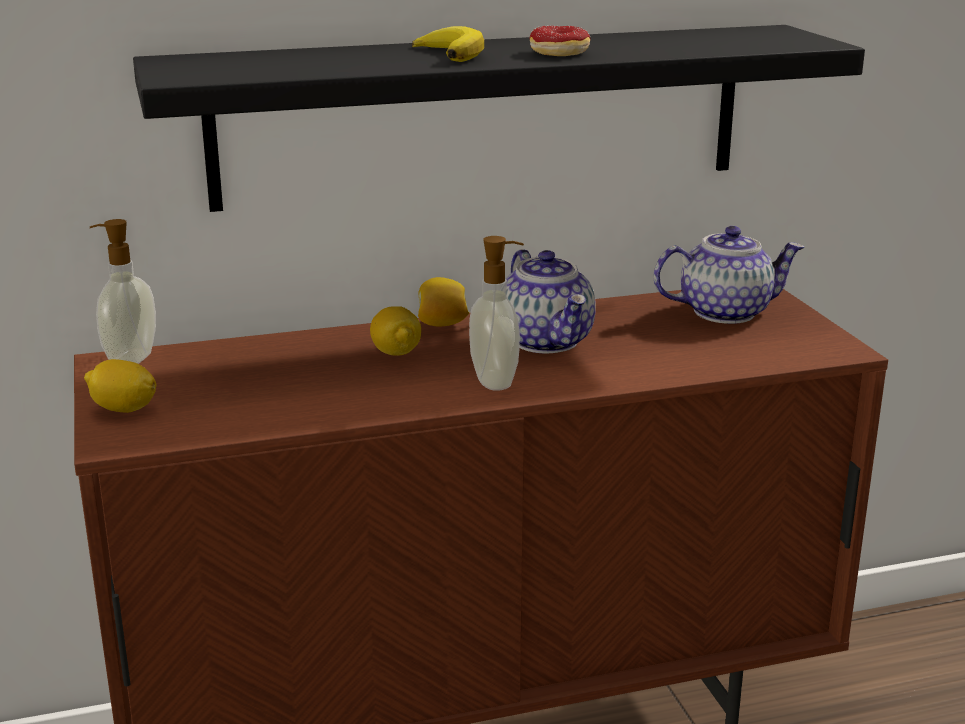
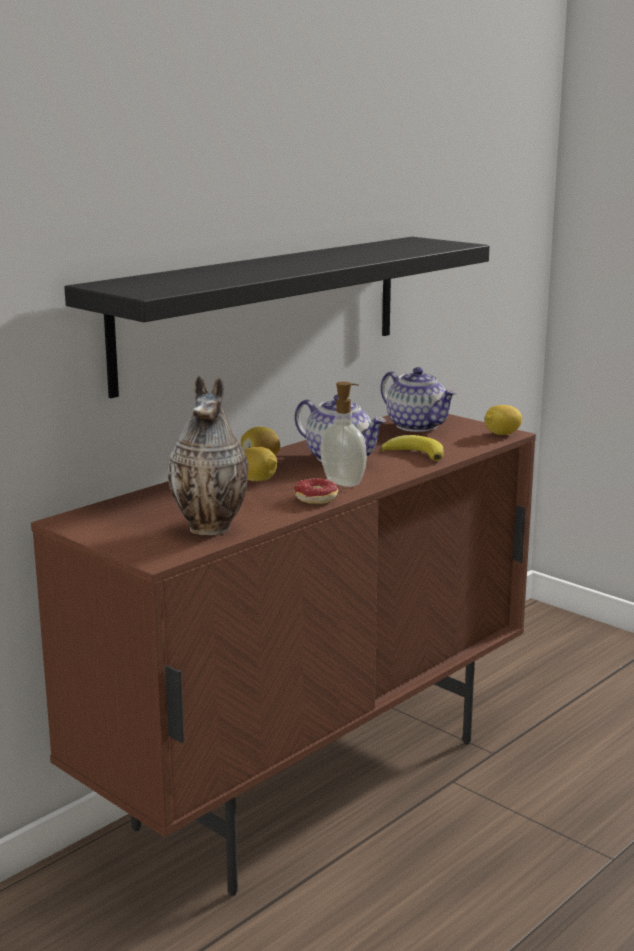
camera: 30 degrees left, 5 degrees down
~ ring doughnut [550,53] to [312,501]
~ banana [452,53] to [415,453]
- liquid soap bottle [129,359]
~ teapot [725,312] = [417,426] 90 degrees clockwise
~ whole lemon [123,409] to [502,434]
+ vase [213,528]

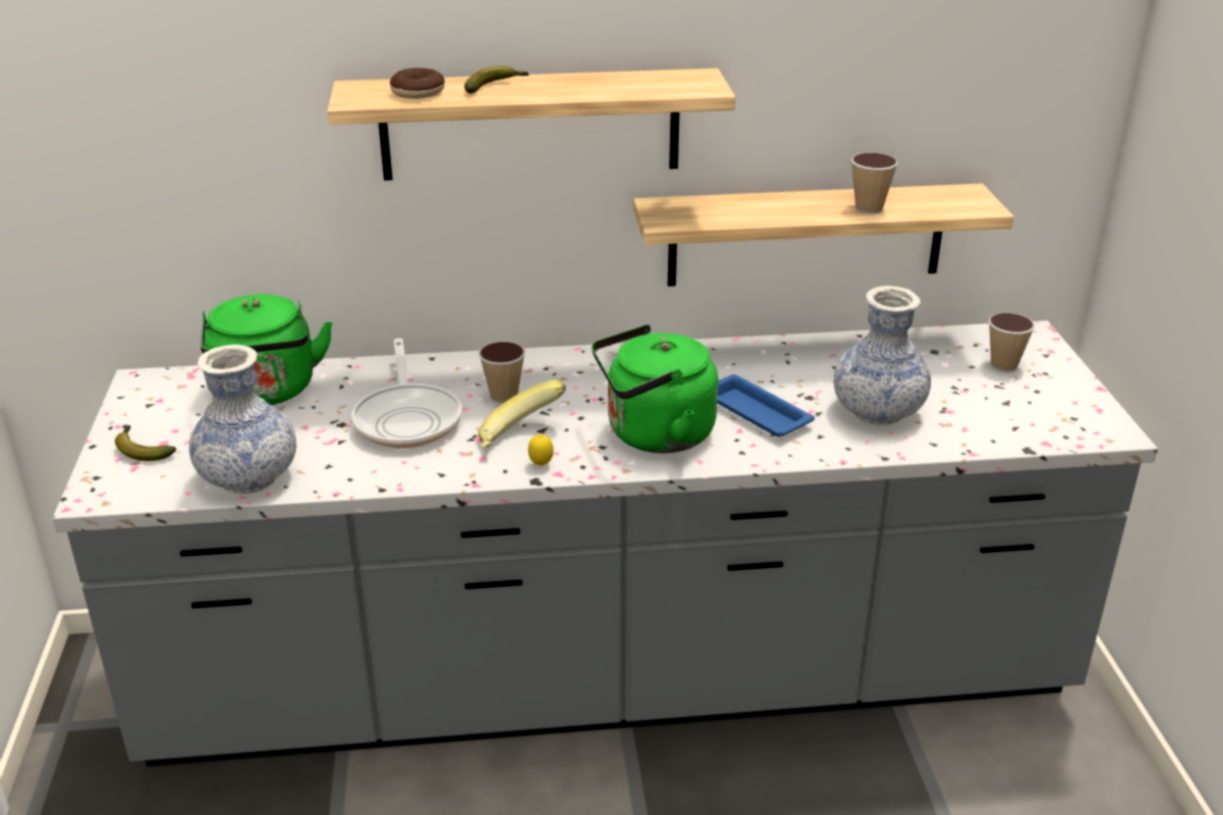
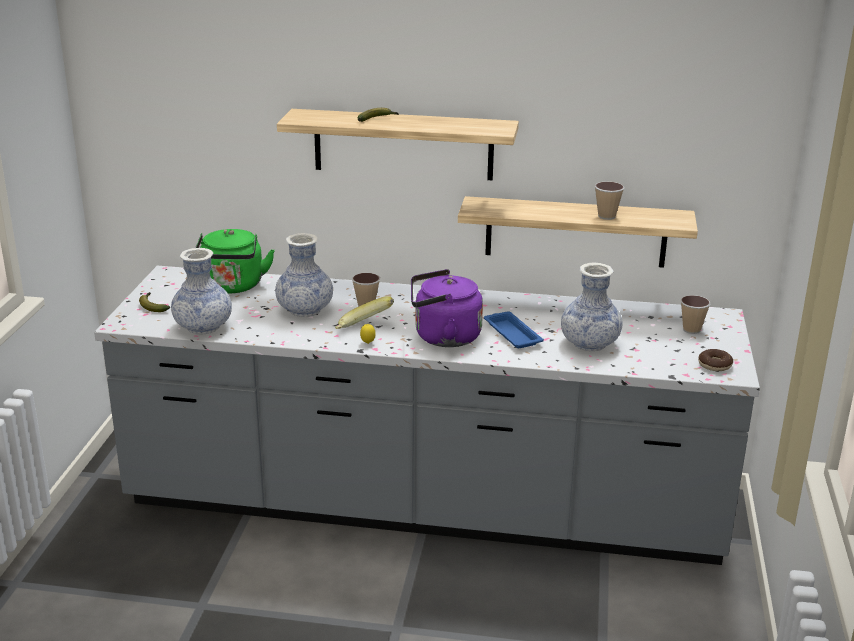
camera: 15 degrees right, 5 degrees down
~ ring doughnut [418,93] to [715,365]
~ tea kettle (green-coloured) [654,435] to tea kettle (purplish) [443,337]
~ frying pan [408,418] to vase [305,310]

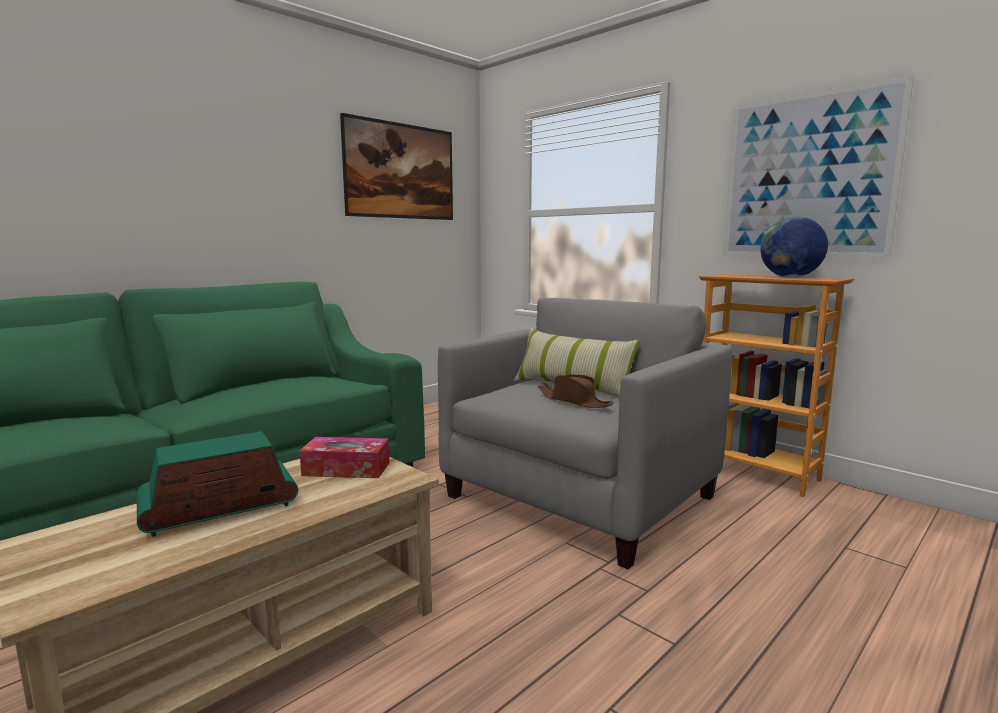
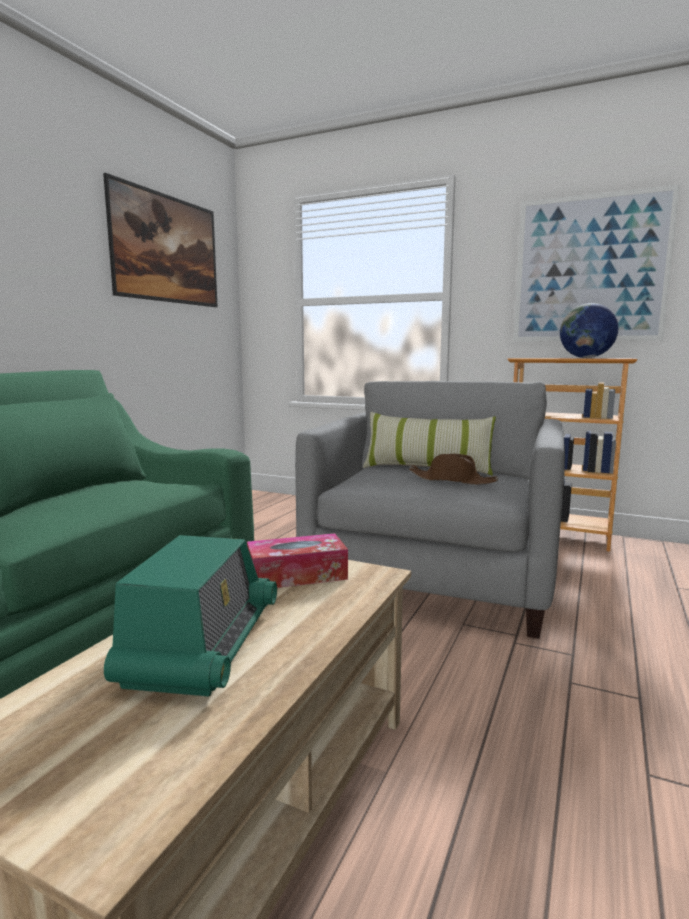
camera: 20 degrees left, 0 degrees up
~ radio [220,508] = [202,645] 150 degrees clockwise

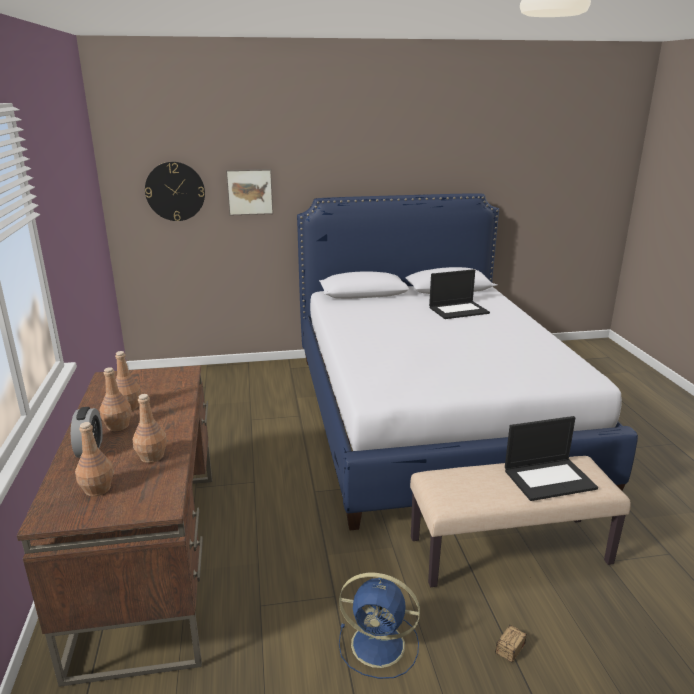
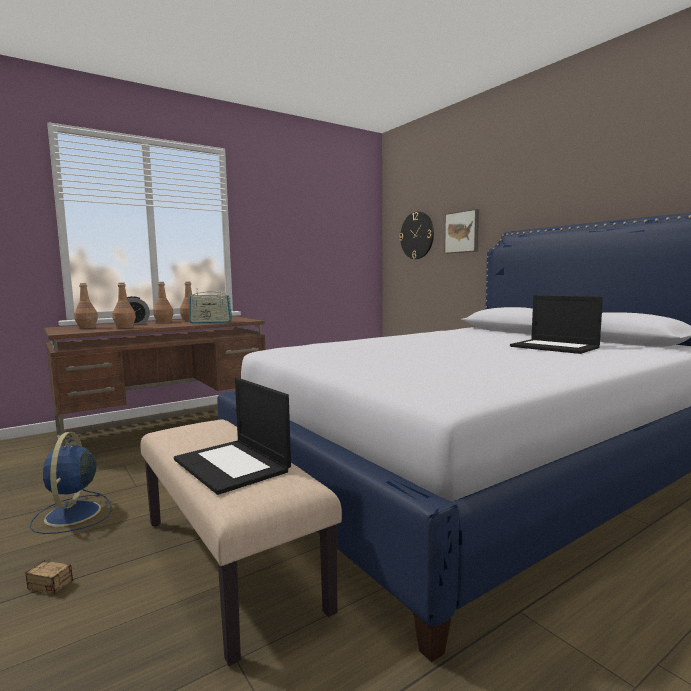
camera: 65 degrees right, 15 degrees down
+ radio [211,322]

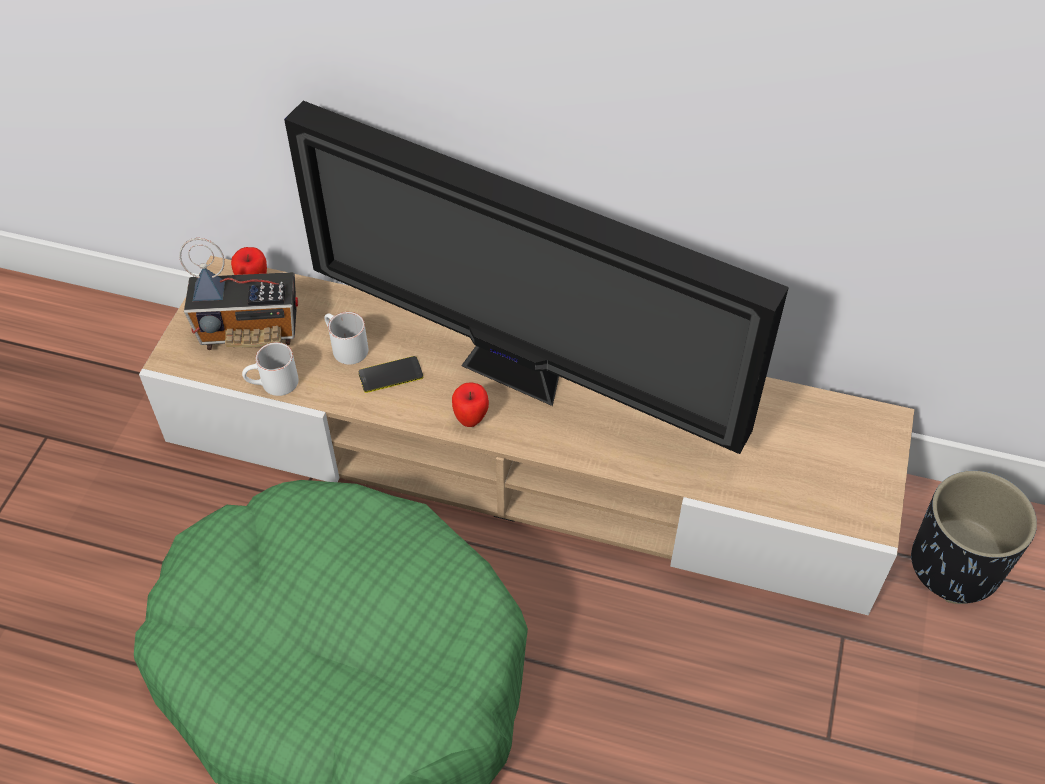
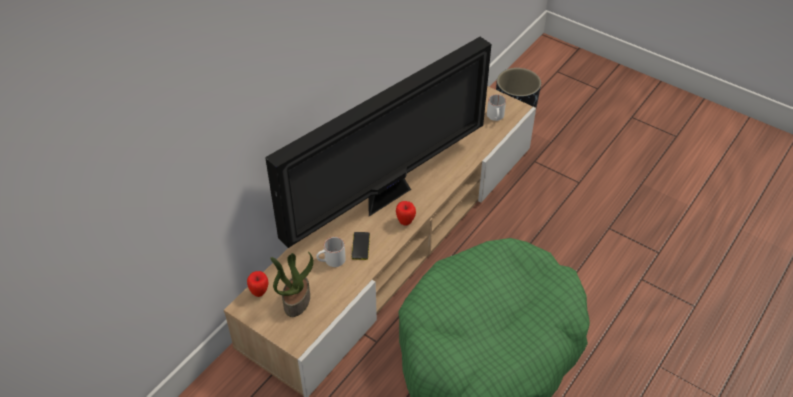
camera: 70 degrees left, 5 degrees down
~ radio [251,331] to potted plant [296,300]
~ mug (white) [273,385] to [496,117]

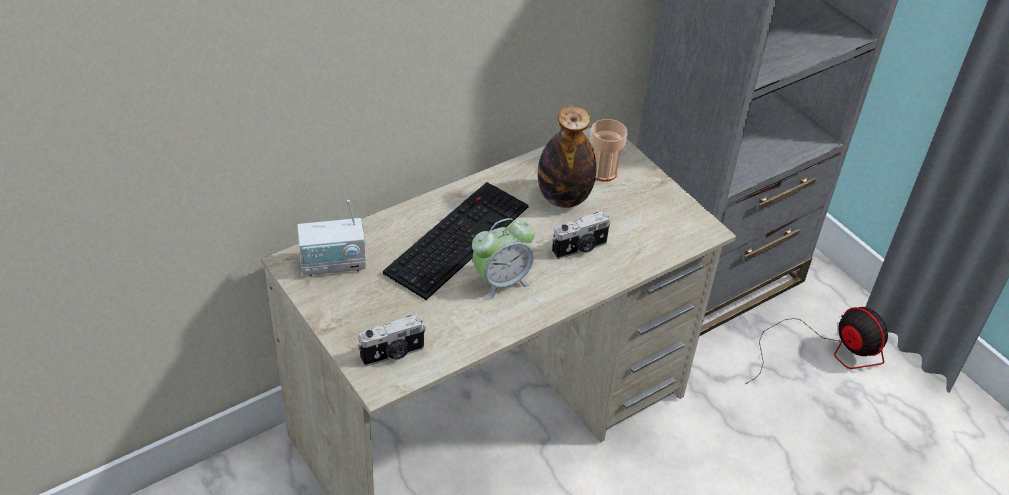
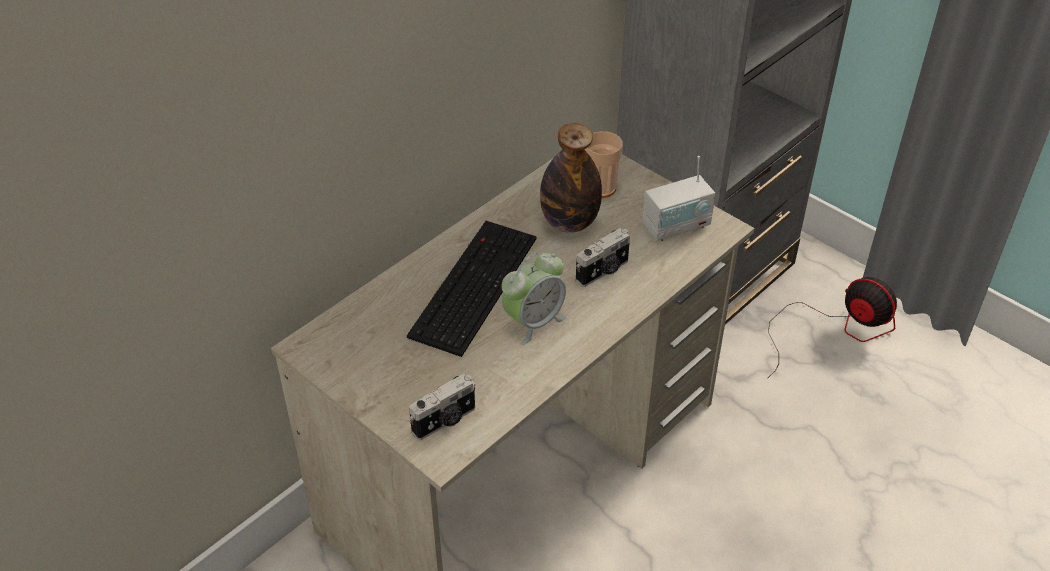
camera: 10 degrees left, 0 degrees up
~ radio [333,264] to [676,226]

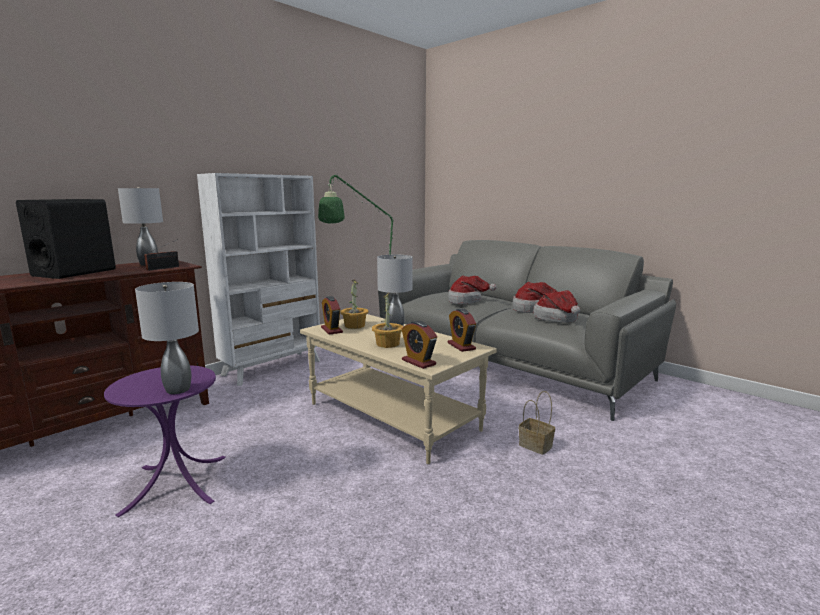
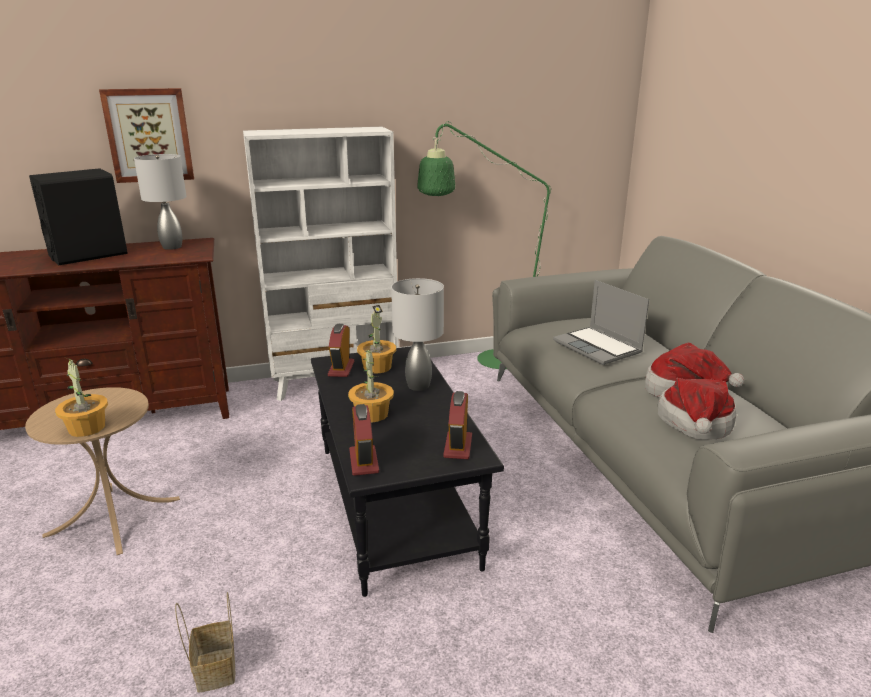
camera: 30 degrees right, 10 degrees up
- radio [165,268]
~ wearable hat [467,300] to laptop [598,347]
~ tabletop lamp (gray) [177,390] to potted plant [86,428]
~ lounge table (sand-coloured) [394,416] to lounge table (black) [397,504]
~ side table (purplish) [176,483] to side table (sand-coloured) [114,516]
~ household basket [534,445] to [214,668]
+ wall picture [149,135]

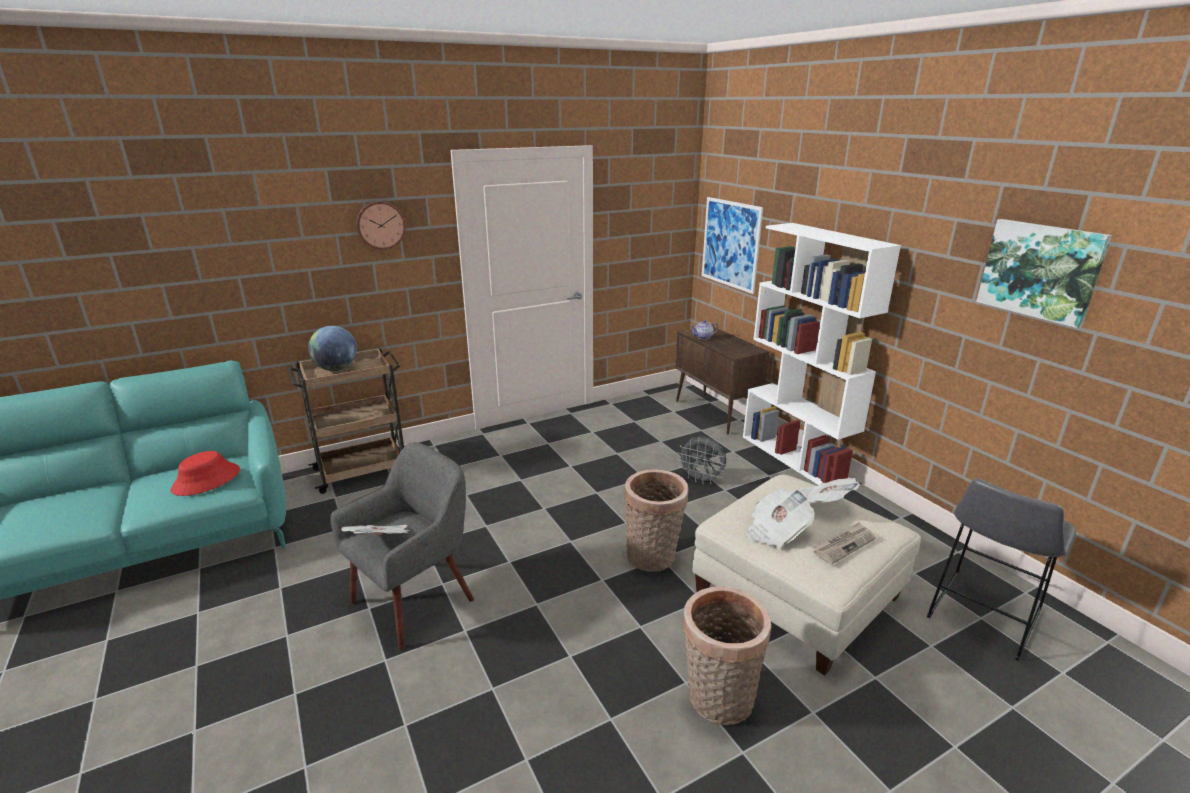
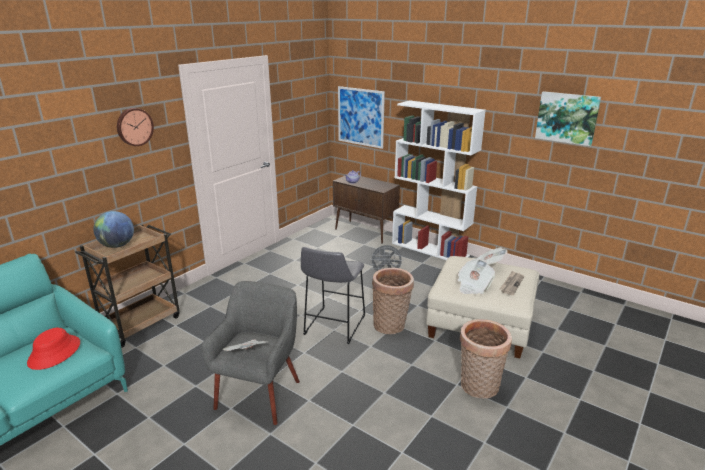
camera: 25 degrees left, 0 degrees up
~ stool seat (gray) [980,617] to [333,327]

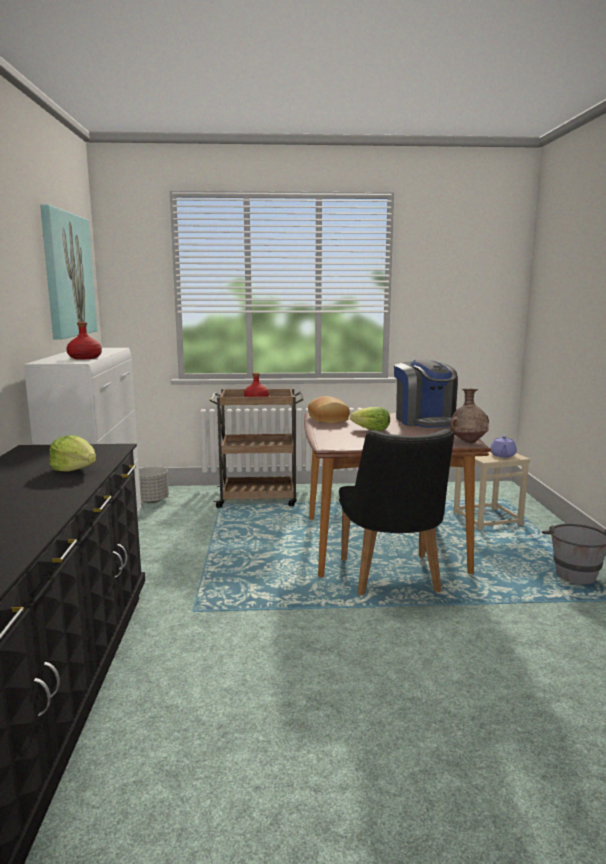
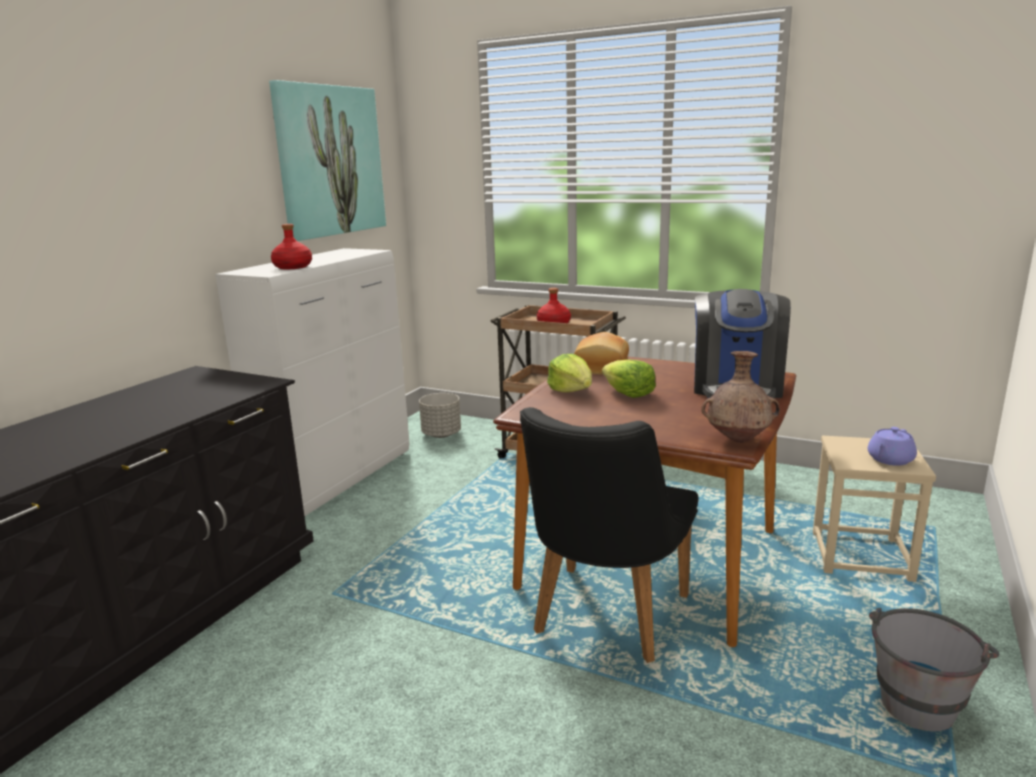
camera: 30 degrees right, 5 degrees up
~ lettuce [75,469] to [571,390]

